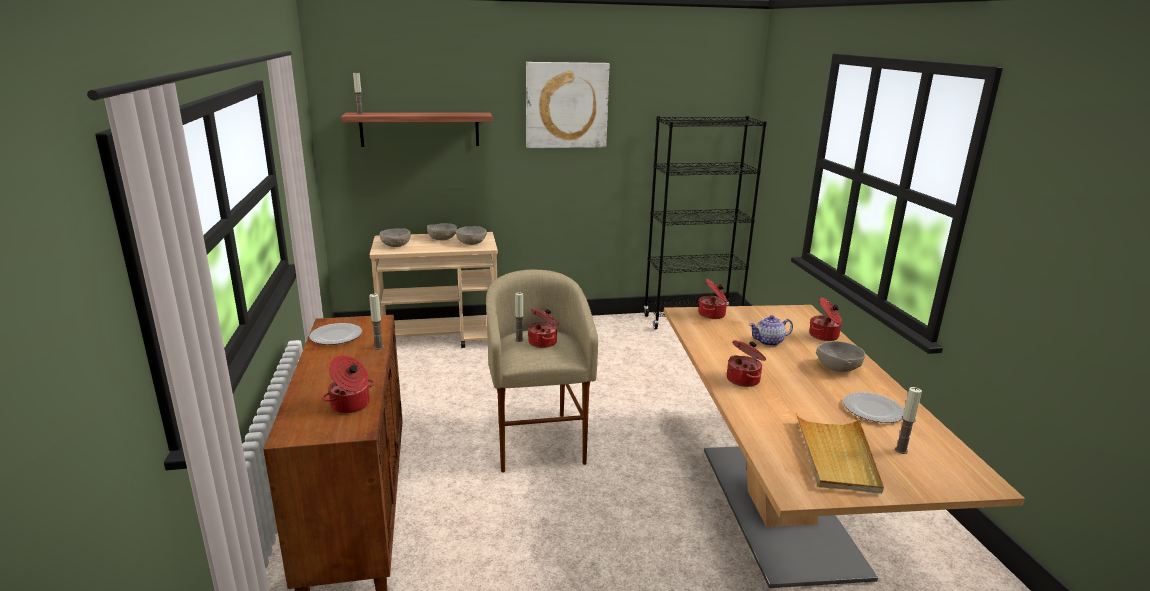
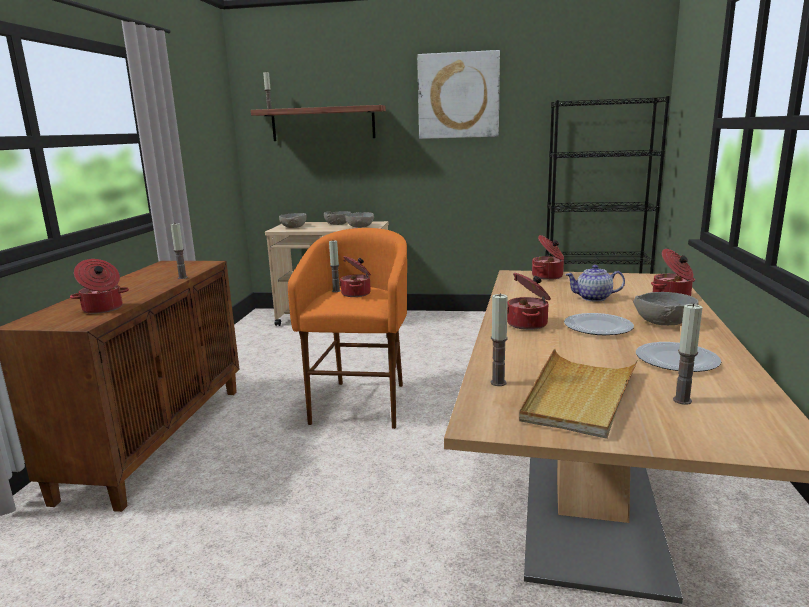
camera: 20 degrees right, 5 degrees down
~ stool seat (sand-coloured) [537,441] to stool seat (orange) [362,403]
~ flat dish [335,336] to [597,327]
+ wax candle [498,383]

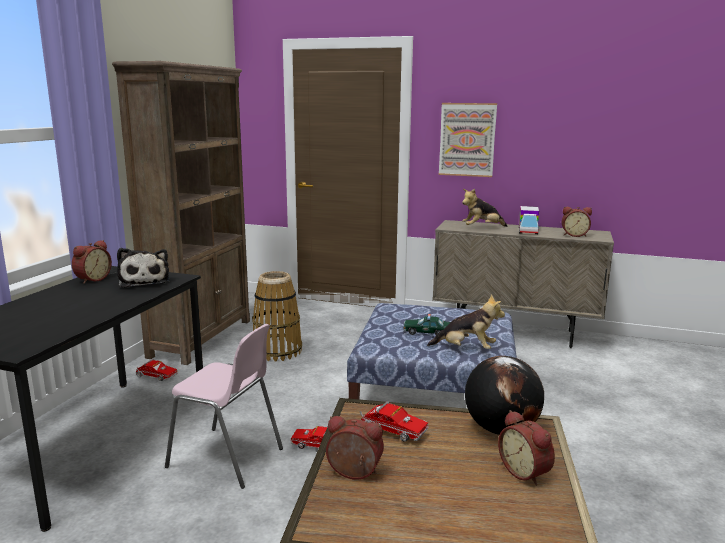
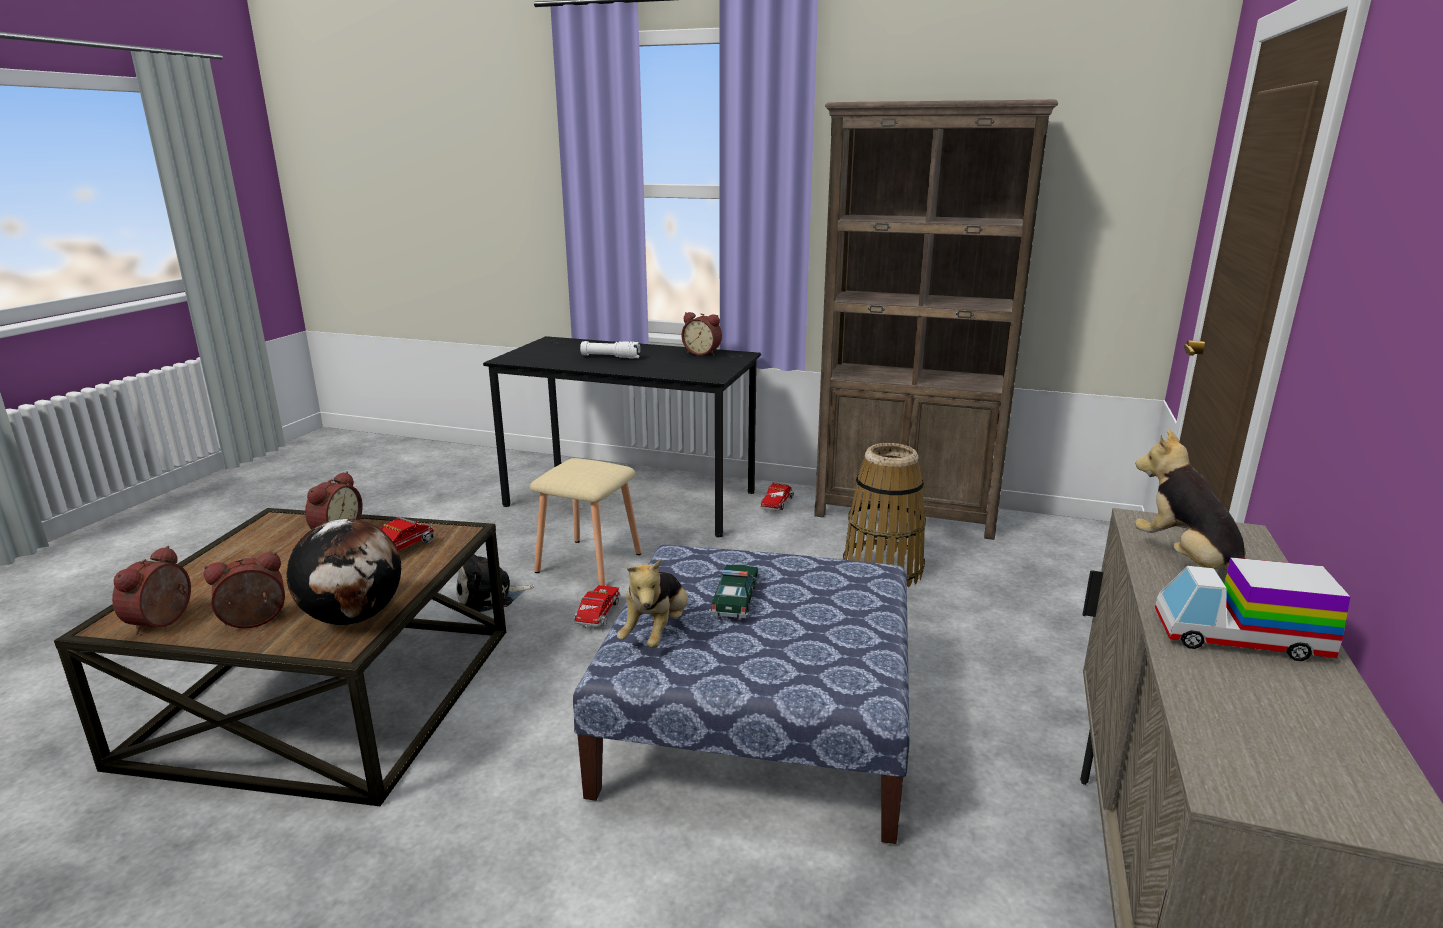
camera: 90 degrees right, 5 degrees up
- wall picture [467,139]
~ table clock [574,235] to [164,622]
~ plush toy [144,281] to [490,596]
~ upright chair (pinkish) [227,458] to stool seat (sand-coloured) [587,563]
+ flashlight (white) [610,357]

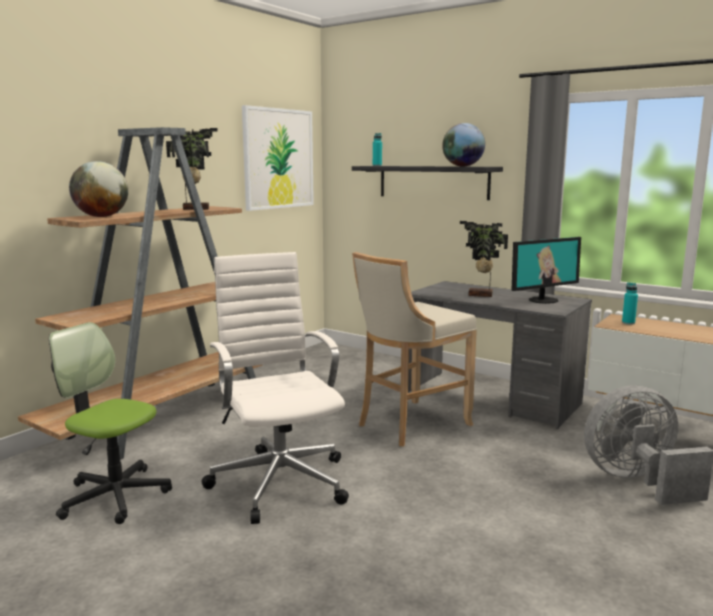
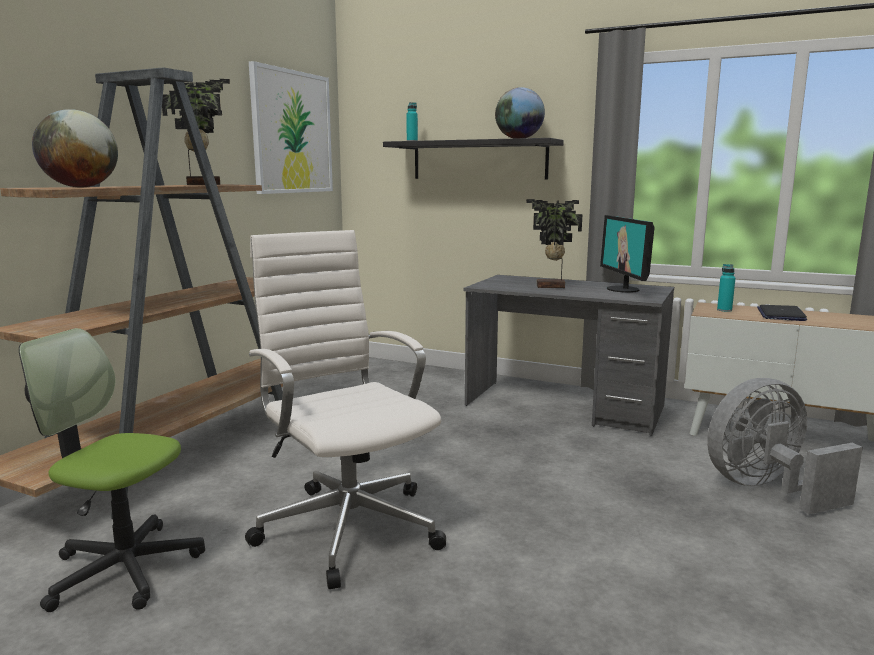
camera: 10 degrees left, 0 degrees up
~ computer screen [543,300] = [623,289] 120 degrees clockwise
- stool seat (sand-coloured) [409,425]
+ laptop [781,314]

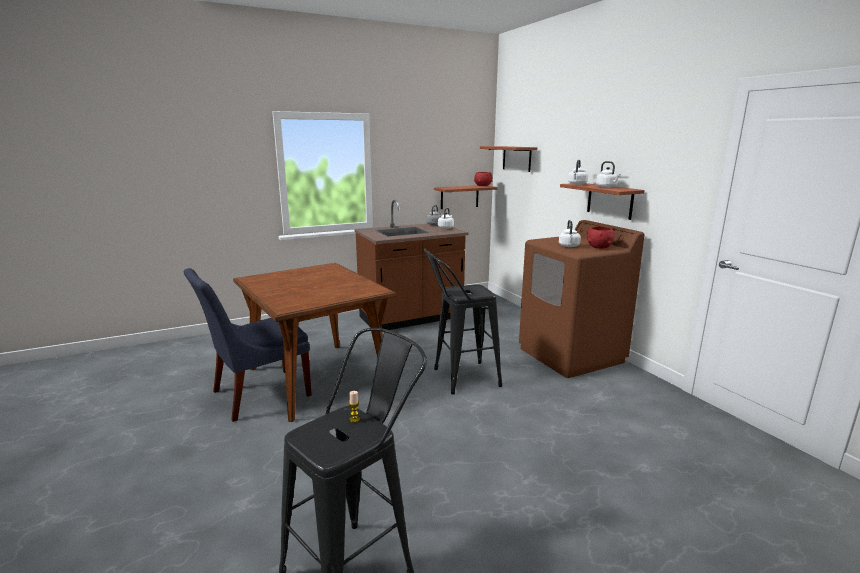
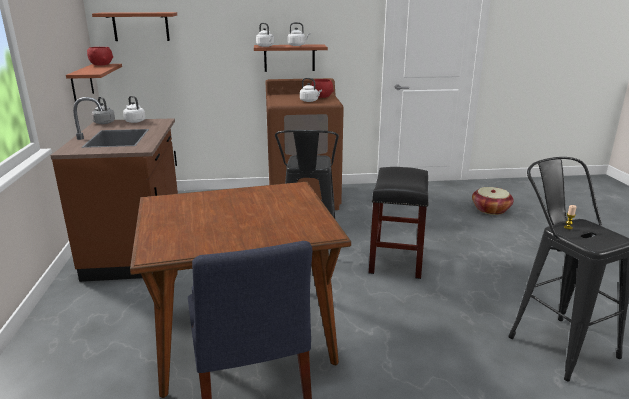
camera: 70 degrees left, 5 degrees up
+ stool seat (black) [396,260]
+ household basket [490,209]

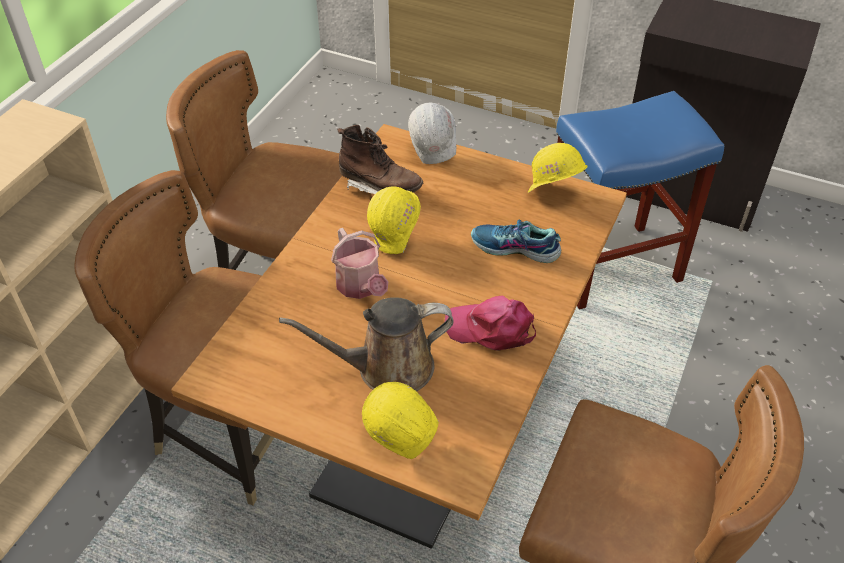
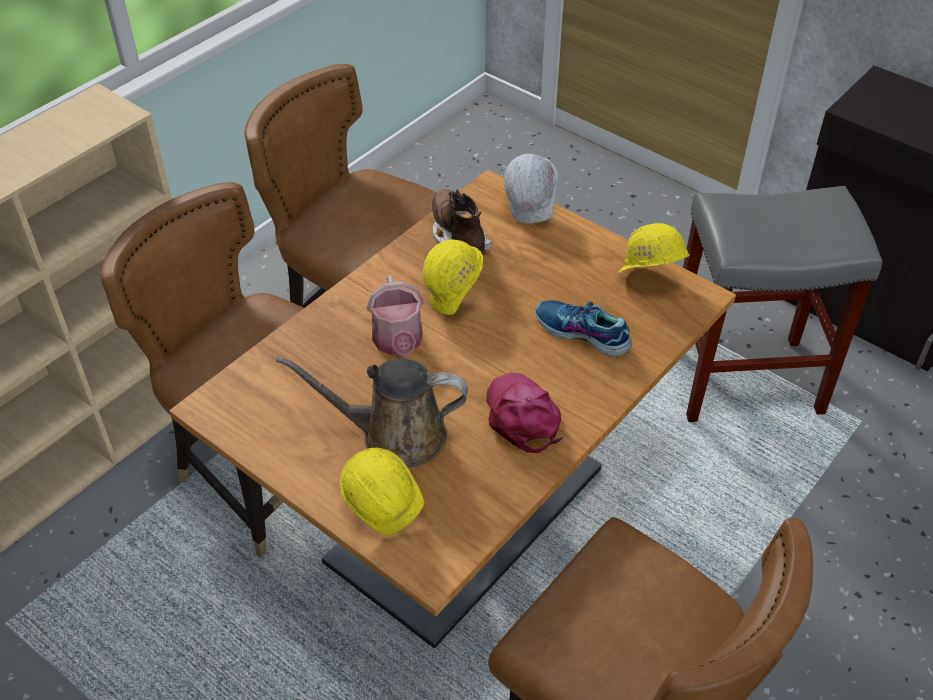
camera: 15 degrees right, 0 degrees up
~ stool seat (blue-coloured) [609,267] to stool seat (gray) [741,380]
~ boot (brown) [380,186] = [458,238] 150 degrees counterclockwise
~ baseball cap (pinkish) [491,328] = [522,416] 45 degrees clockwise

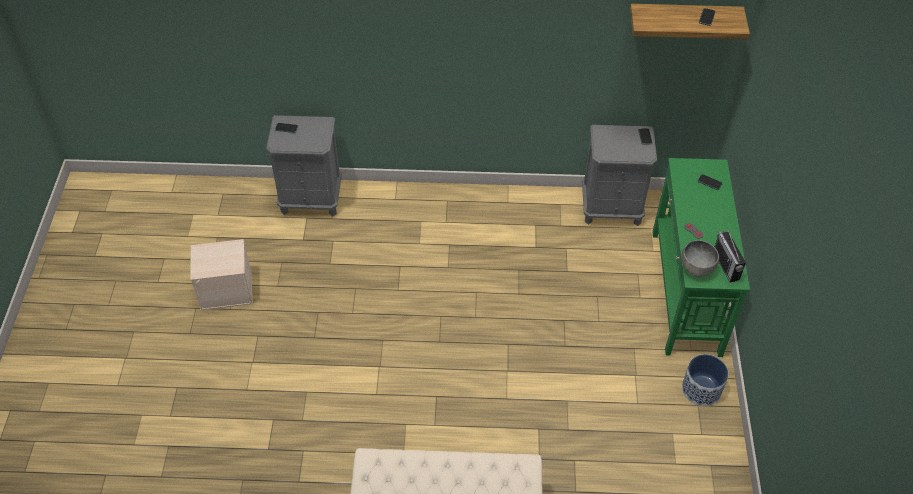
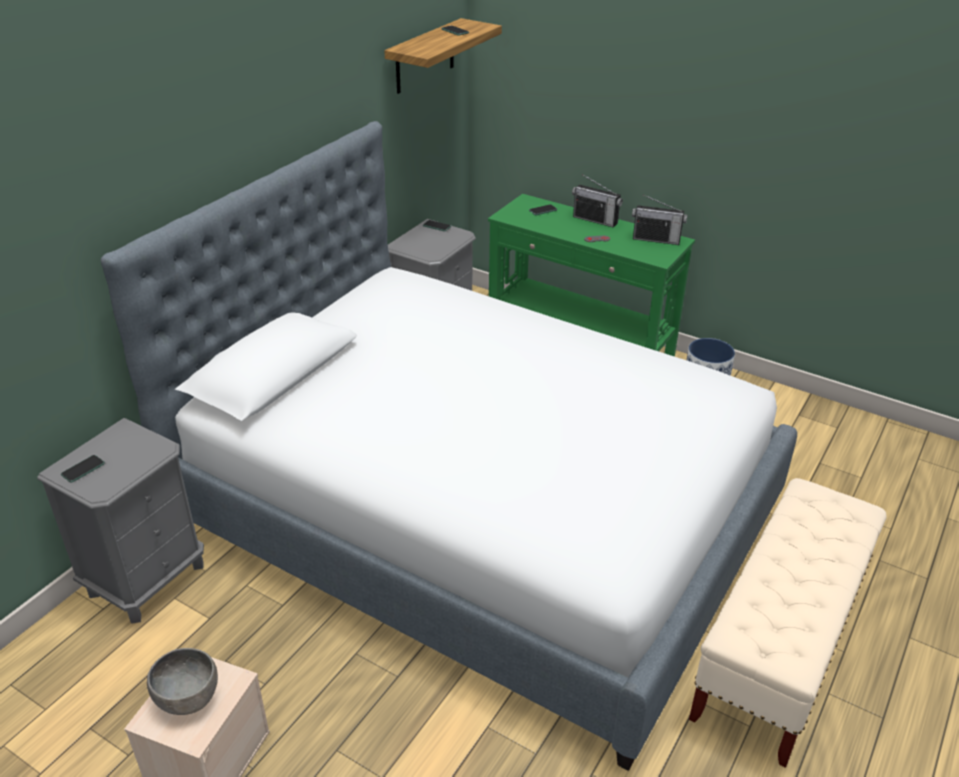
camera: 60 degrees left, 15 degrees down
~ serving bowl (gray) [696,269] to [189,700]
+ bed [477,516]
+ radio [595,220]

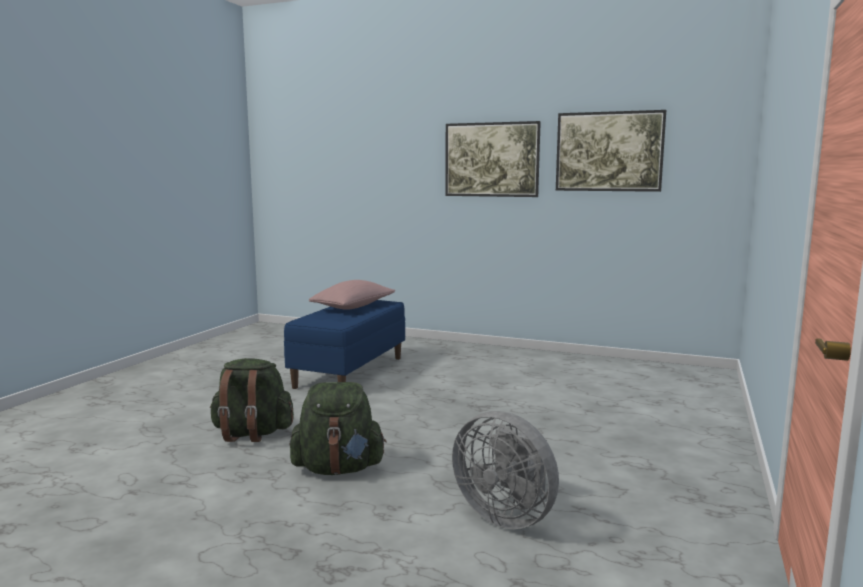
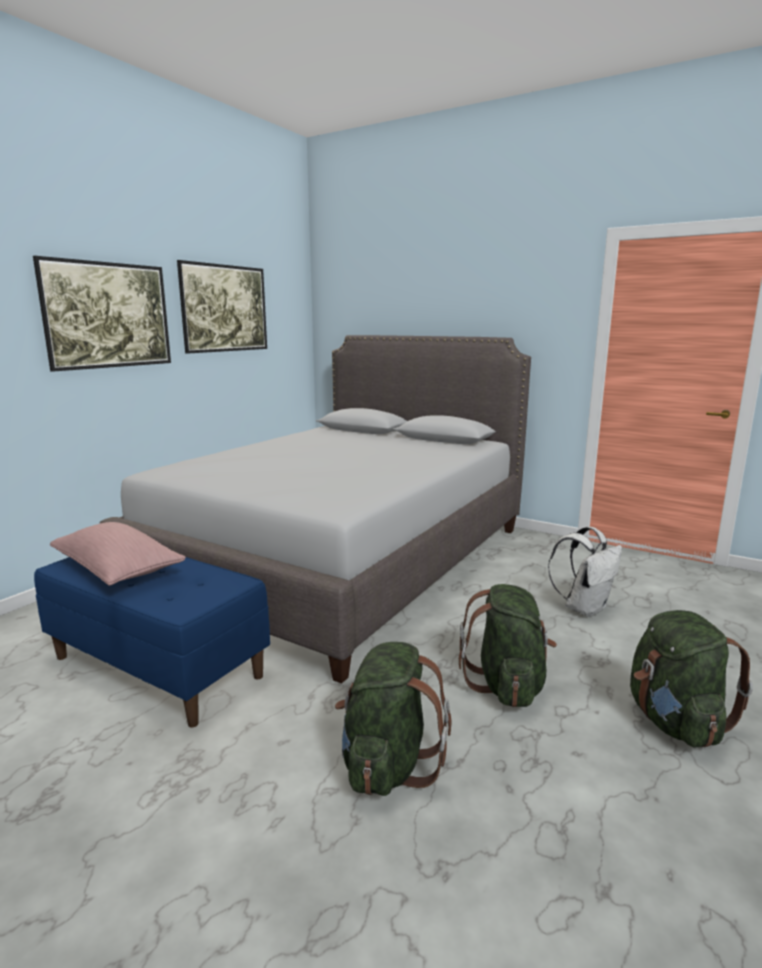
camera: 80 degrees left, 5 degrees up
~ electric fan (gray) [506,515] to rucksack (white) [584,608]
+ bed (gray) [342,559]
+ rucksack (green-coloured) [674,721]

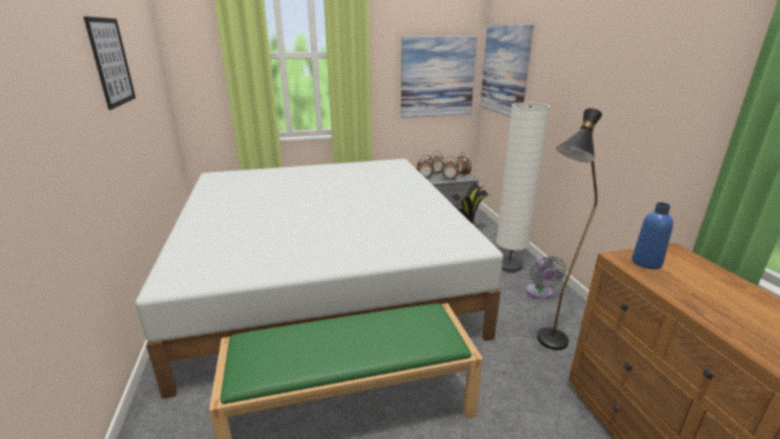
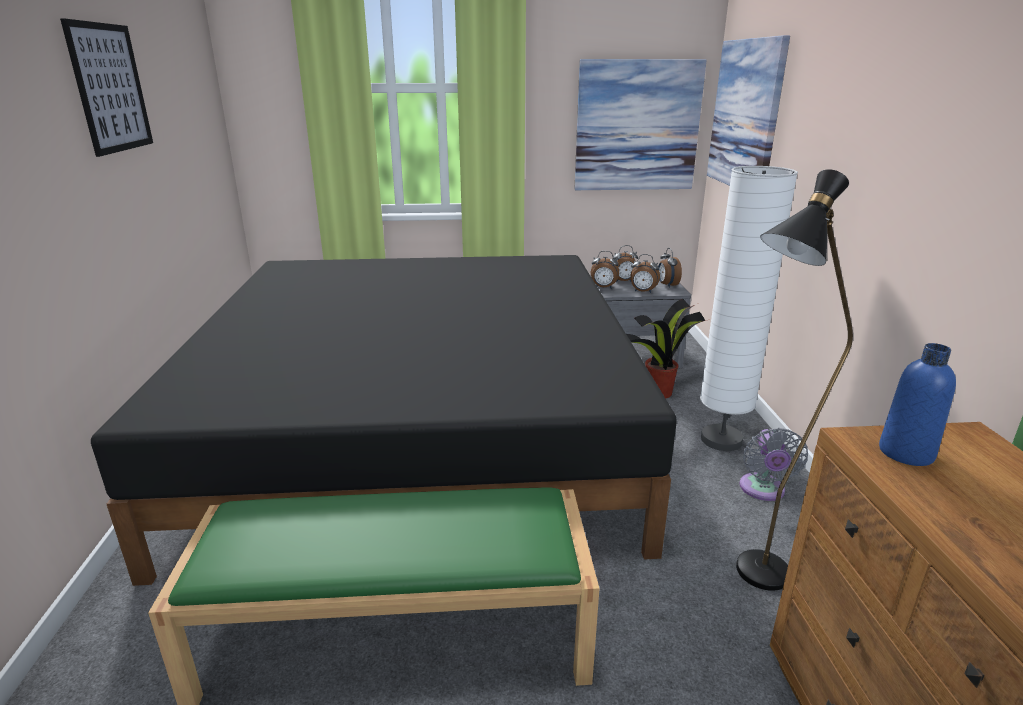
camera: 10 degrees right, 0 degrees up
~ bed (white) [325,275] to bed (black) [421,427]

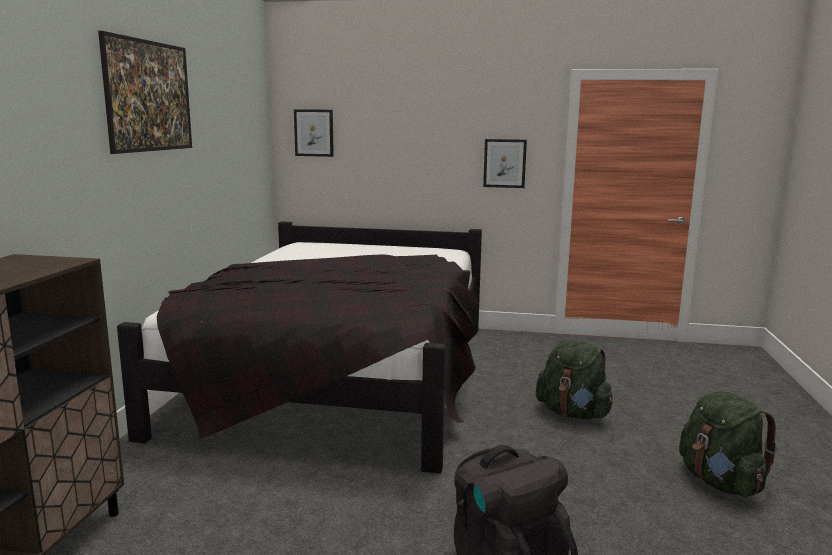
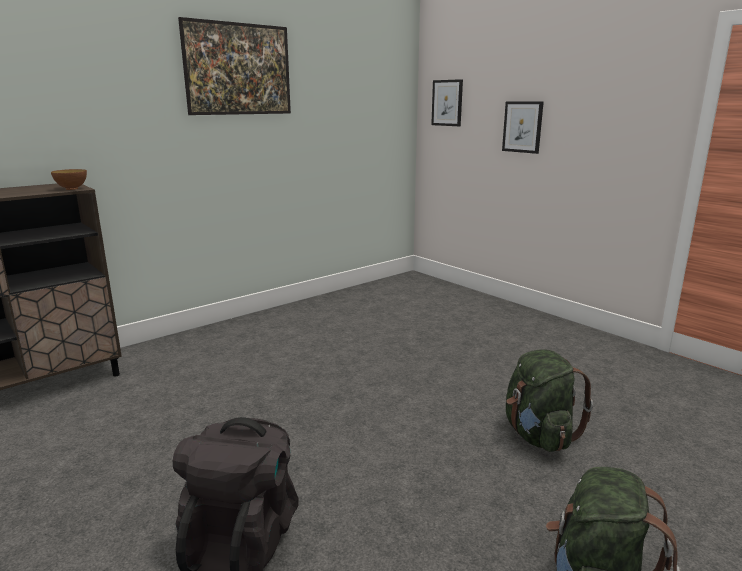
camera: 40 degrees right, 5 degrees up
~ wall picture [504,163] to [522,127]
- bed (black) [342,375]
+ serving bowl [72,189]

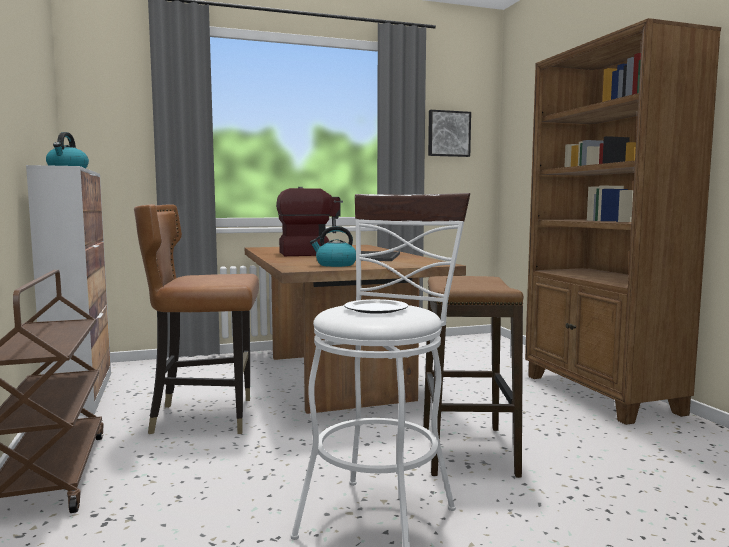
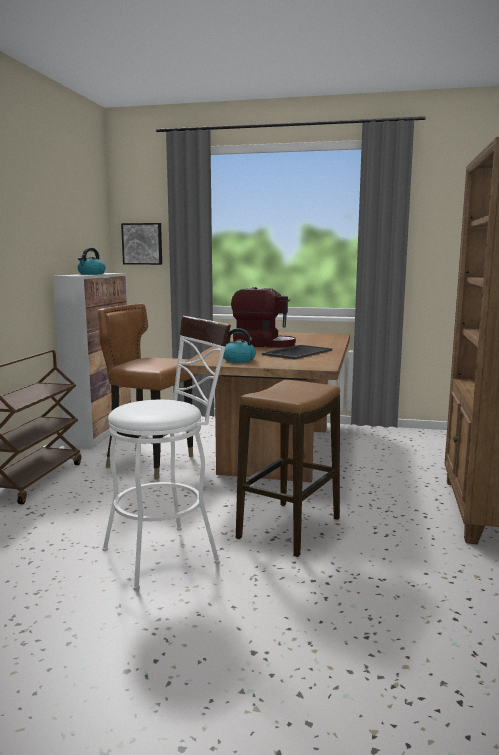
camera: 30 degrees right, 5 degrees up
~ wall picture [448,134] to [142,244]
- flat dish [375,309]

